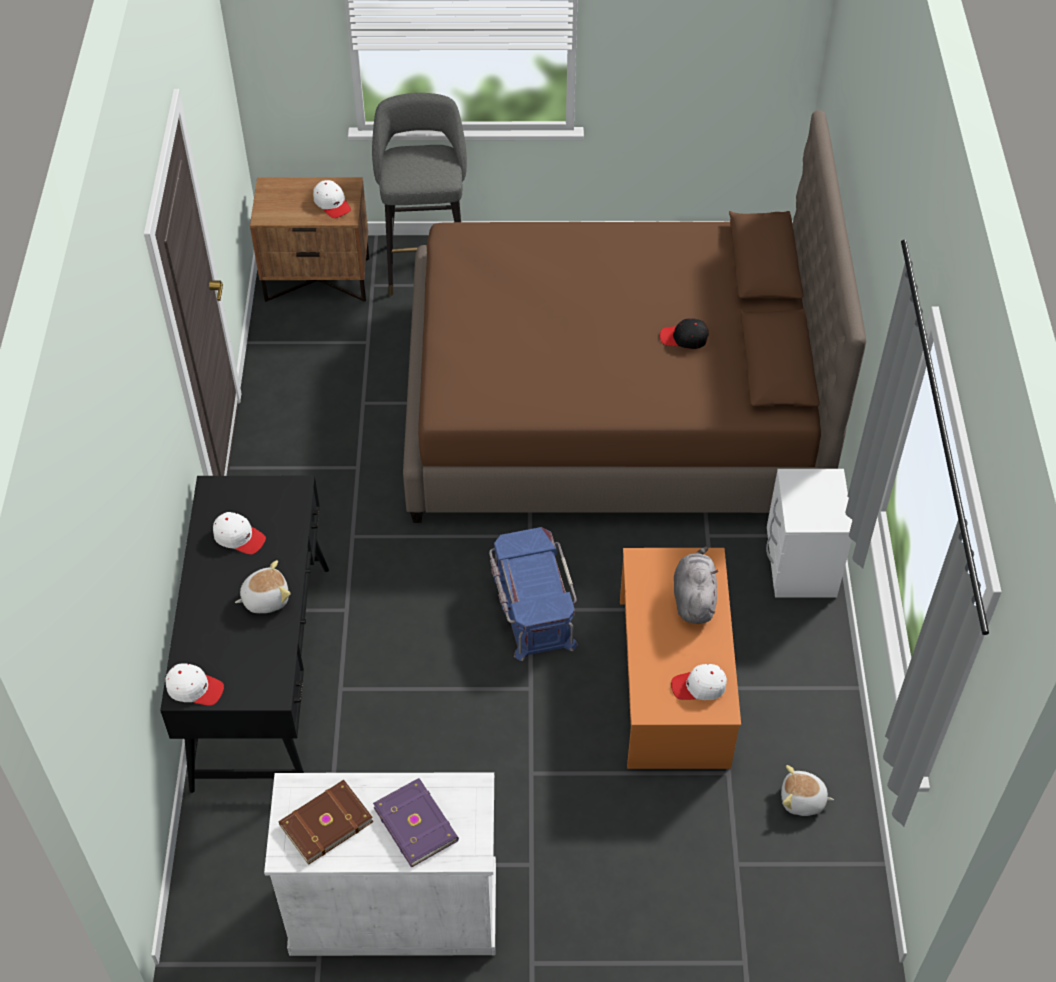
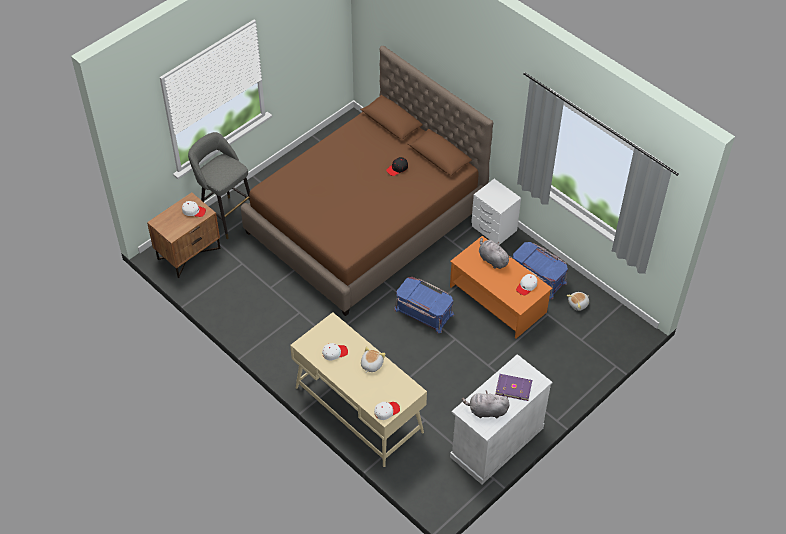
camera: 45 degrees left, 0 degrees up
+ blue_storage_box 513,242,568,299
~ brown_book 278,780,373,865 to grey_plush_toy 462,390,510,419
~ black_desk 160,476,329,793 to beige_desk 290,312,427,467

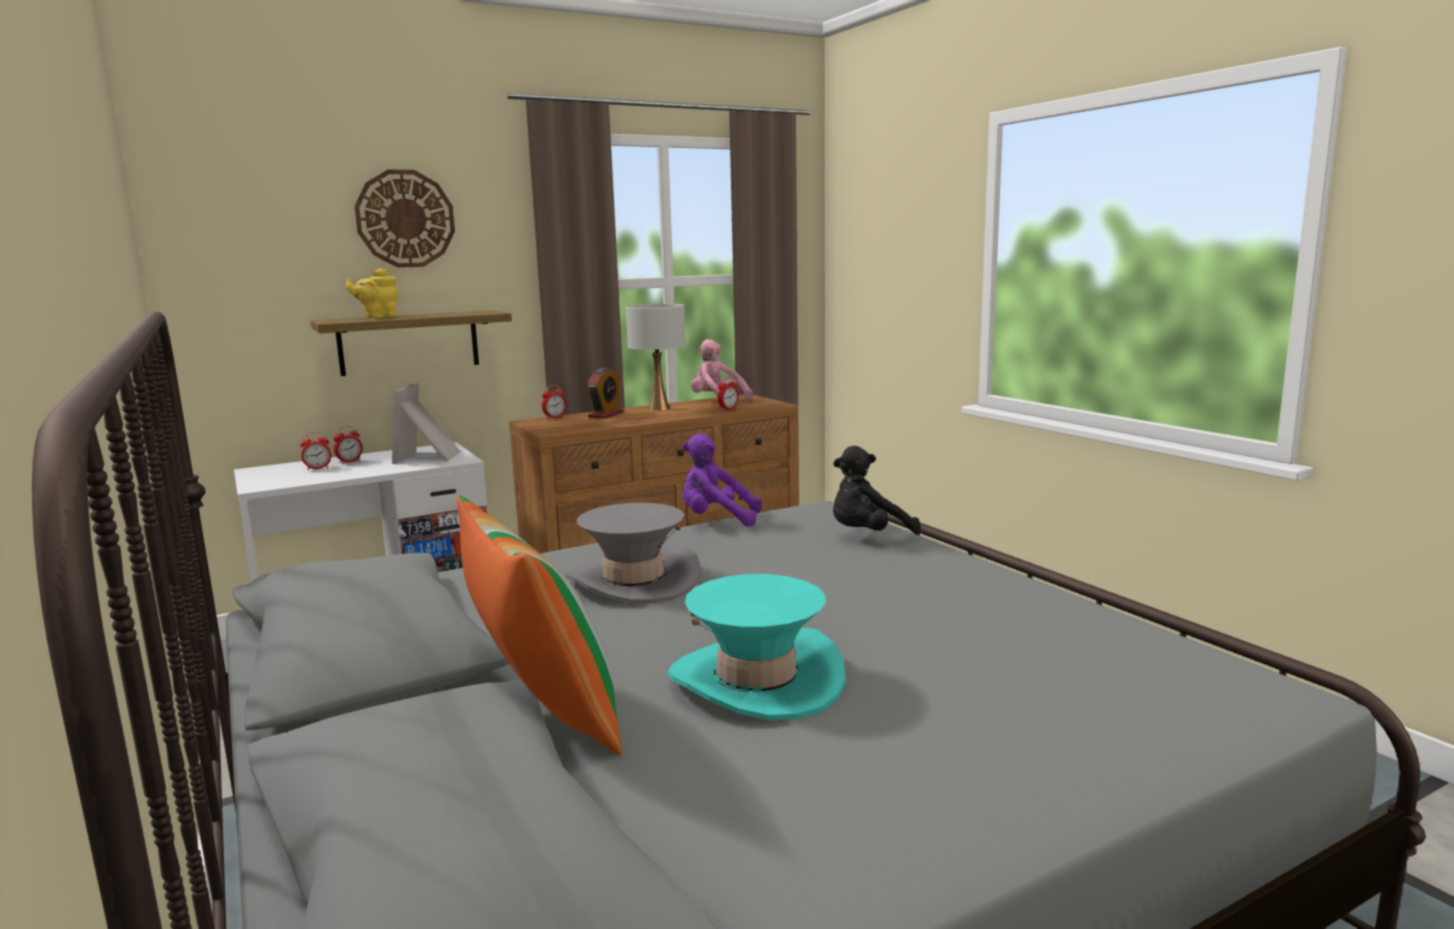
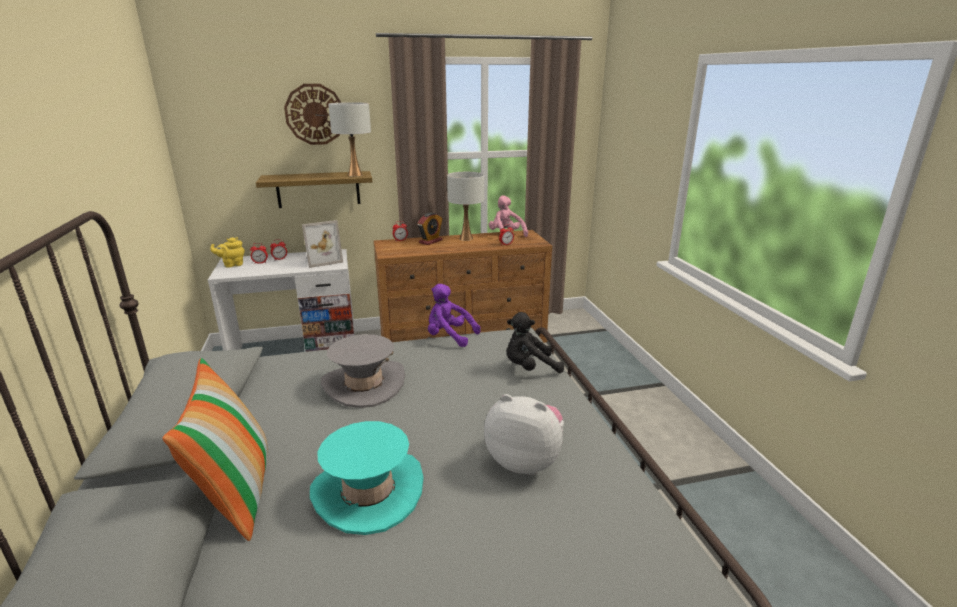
camera: 15 degrees right, 10 degrees up
+ white_table_lamp 328,102,371,177
+ plush_toy 484,394,564,475
~ yellow_teapot 346,268,398,318 to 210,237,245,268
~ picture_frame 392,383,461,464 = 302,220,343,268 135 degrees counterclockwise

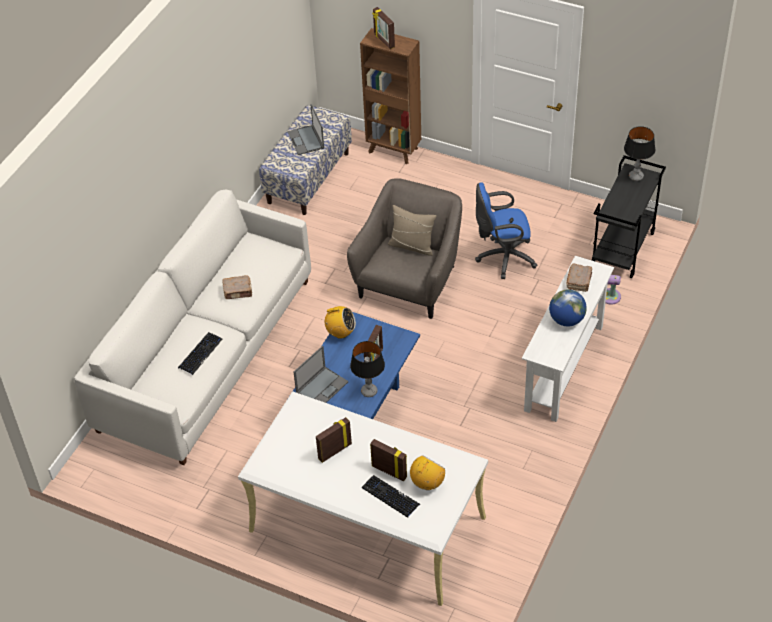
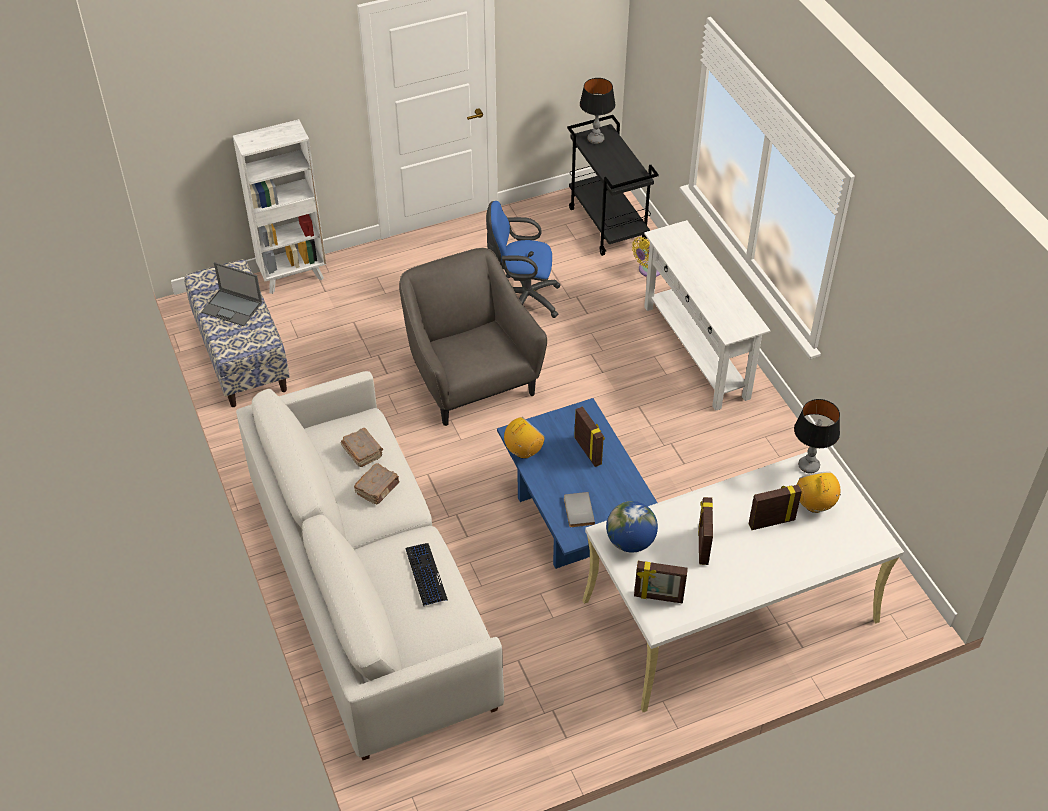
camera: 50 degrees left, 0 degrees up
- keyboard 362,475,420,518
- beige_pillow 388,205,436,256
~ table_lamp 350,341,385,397 to 794,399,840,474
~ picture_frame 372,7,395,49 to 634,561,688,604
~ globe 549,289,587,326 to 606,501,658,553
~ brown_book 566,264,592,292 to 341,428,383,467
~ laptop 294,346,348,403 to grey_book 564,492,595,527
~ brown_bookcase 360,28,421,164 to white_bookcase 233,119,326,294
~ blue_office_chair 475,182,537,279 = 486,201,561,318 60 degrees clockwise

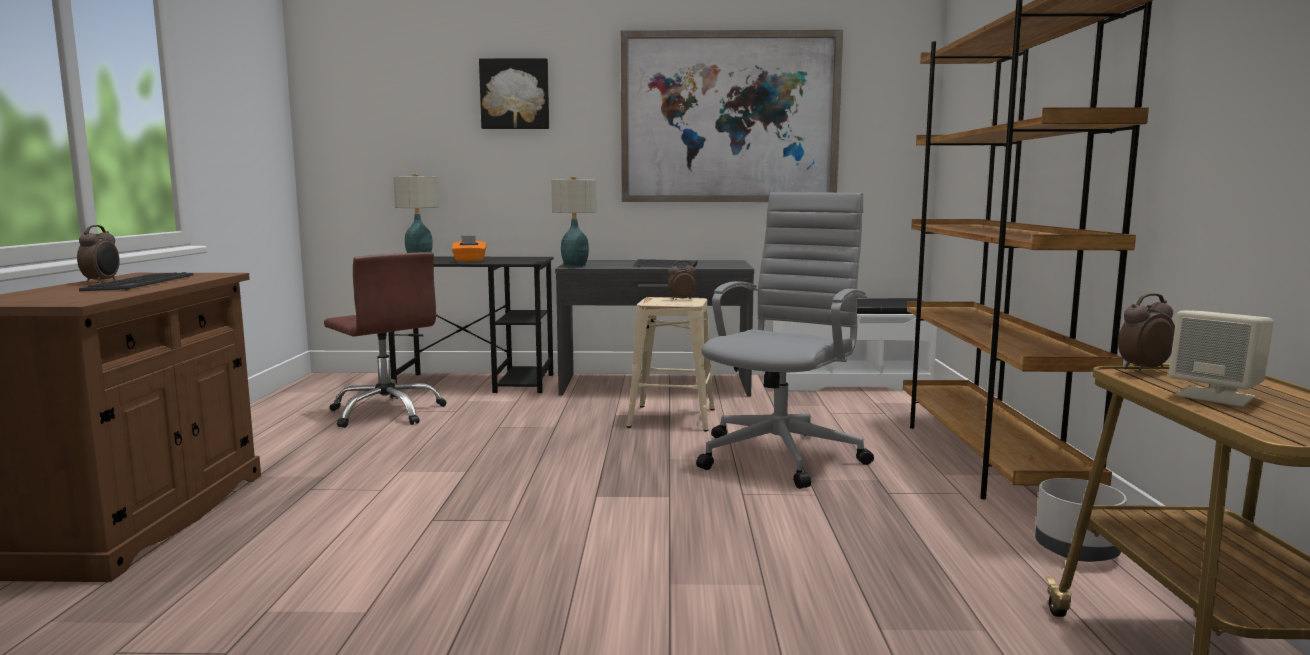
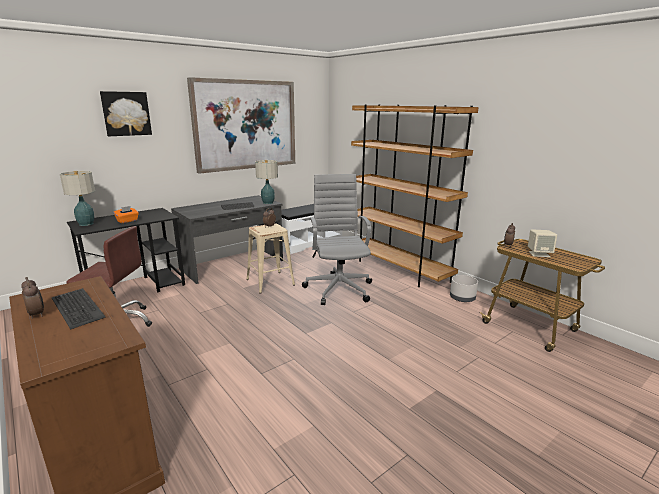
camera: 40 degrees left, 10 degrees up
~ table_lamp 551,177,596,268 to 255,160,278,204

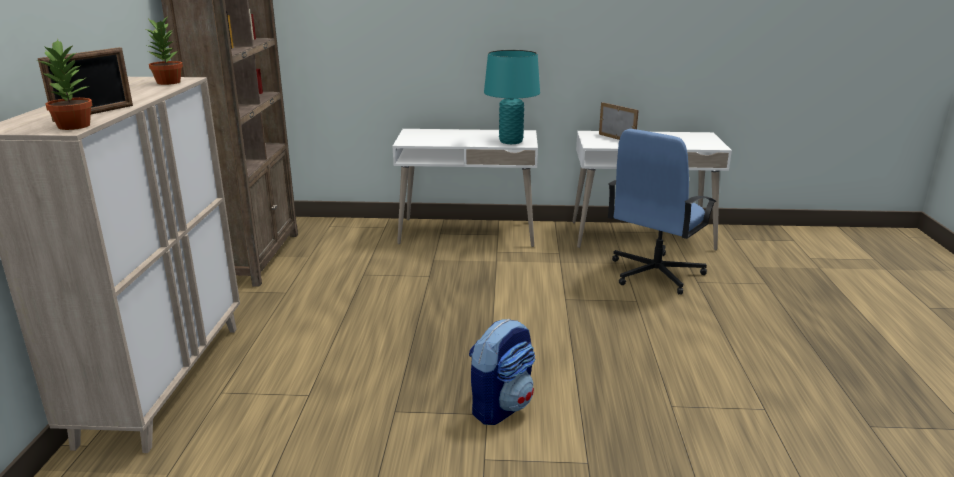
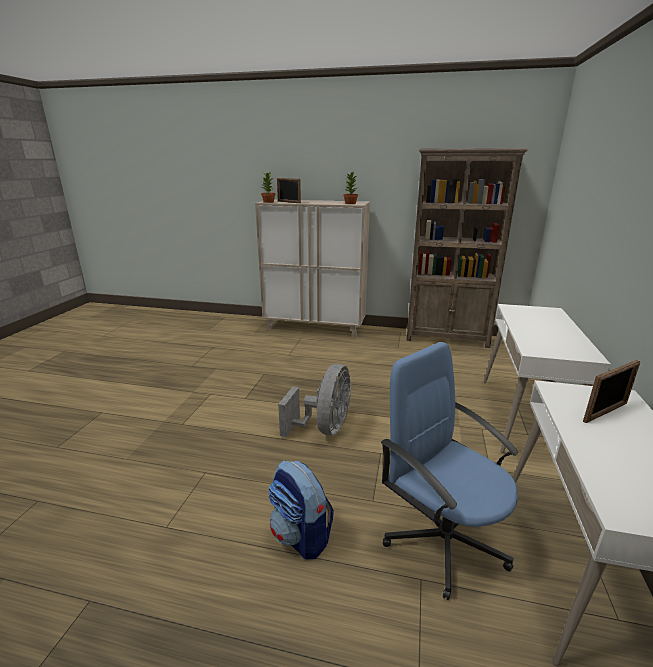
camera: 100 degrees right, 0 degrees up
- turquoise_table_lamp 484,50,540,144
+ grey_fan 278,364,351,437
~ backpack 469,319,535,425 to 268,460,334,560

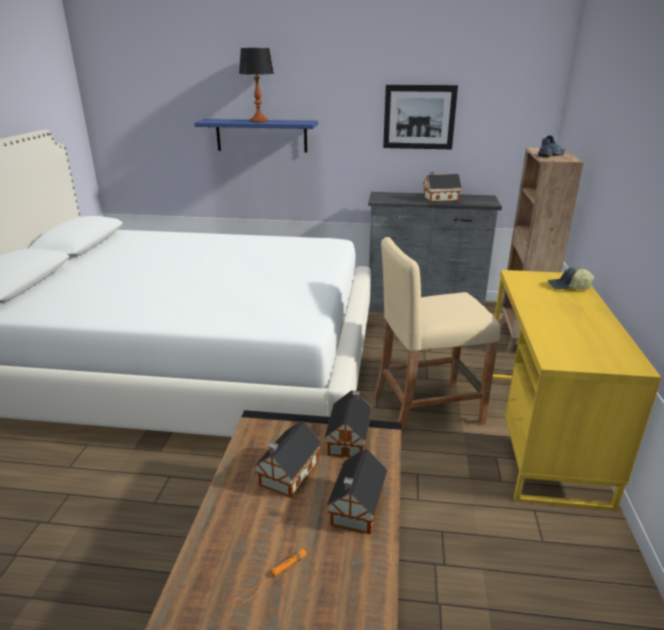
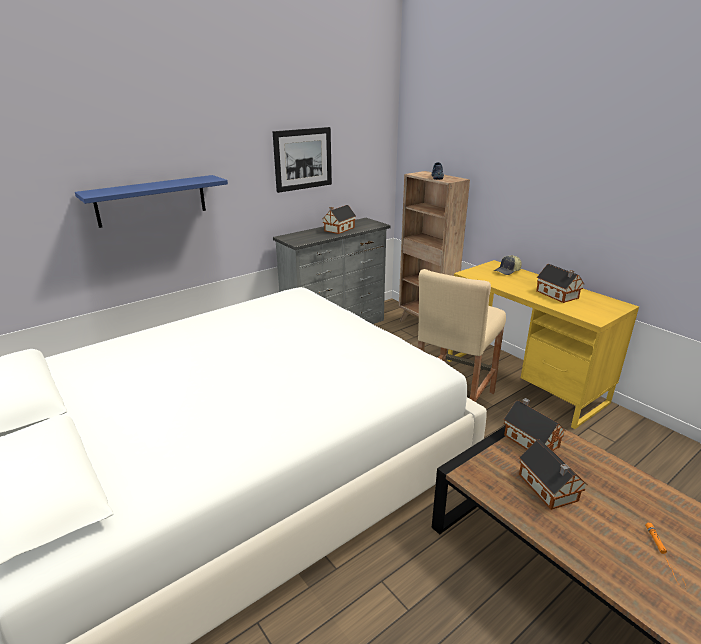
camera: 45 degrees left, 0 degrees up
- table_lamp 239,48,274,123
~ toy_house 326,449,388,534 to 536,264,585,303

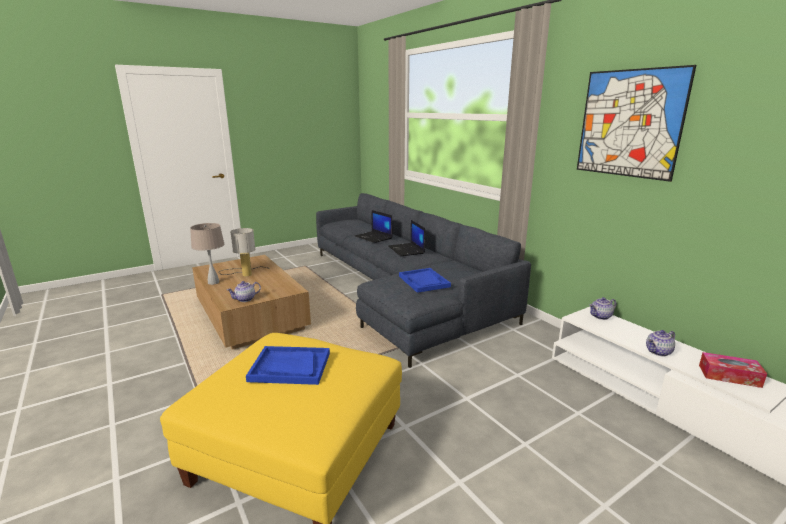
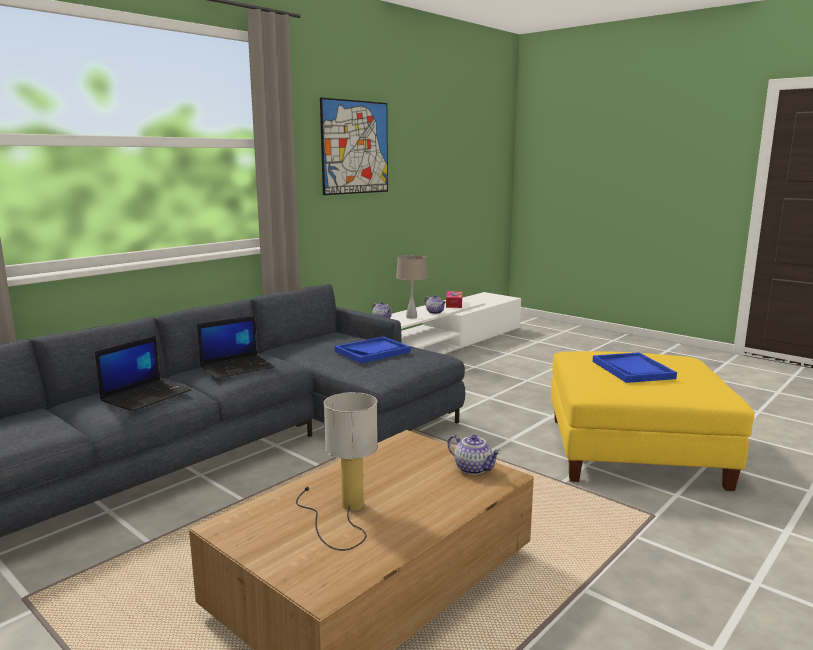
camera: 105 degrees left, 5 degrees down
~ beige_table_lamp 190,223,224,285 to 396,255,428,319

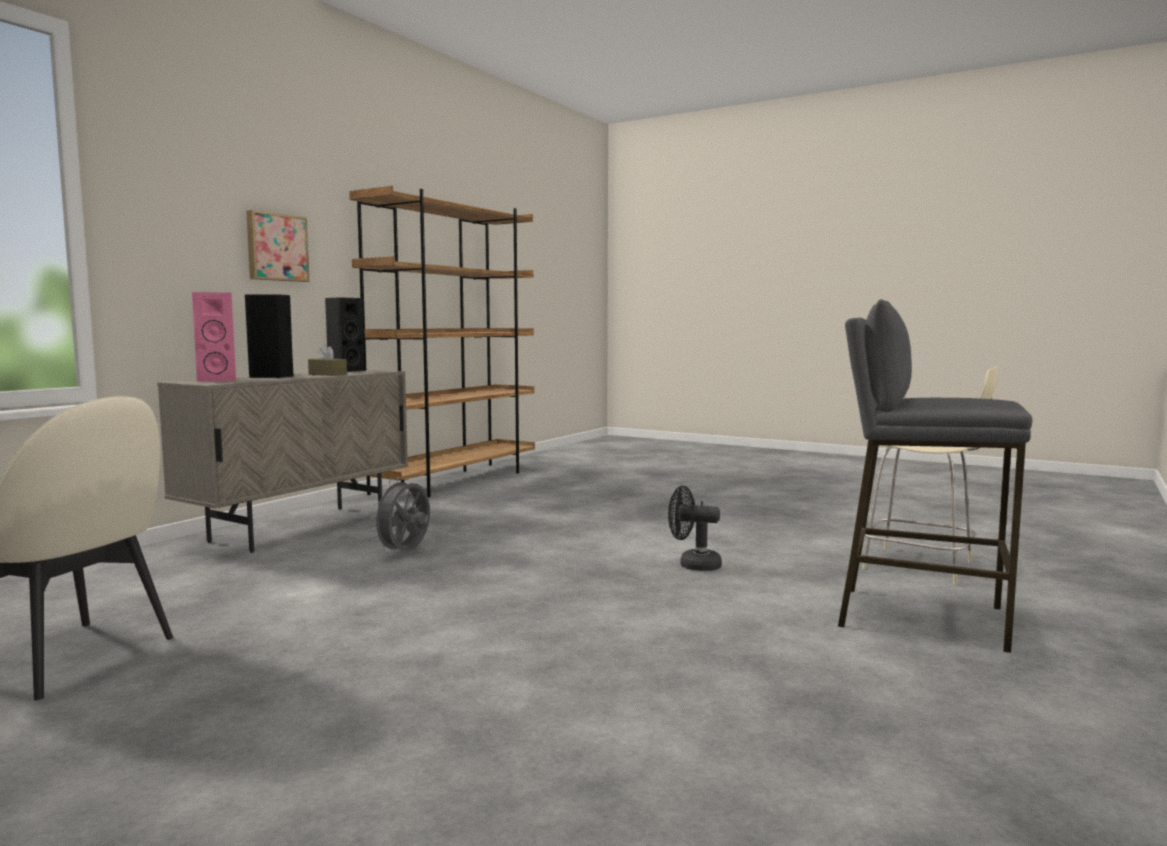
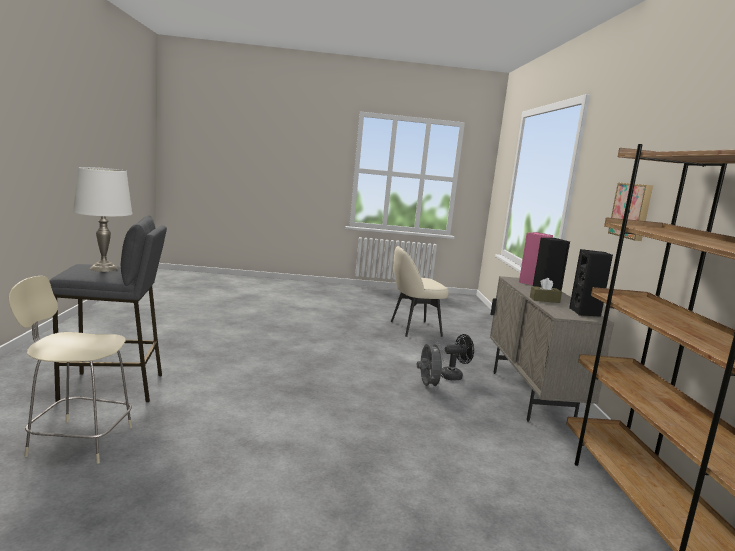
camera: 145 degrees right, 5 degrees up
+ white_table_lamp 73,167,132,272
~ black_fan 668,486,722,571 to 441,334,474,380

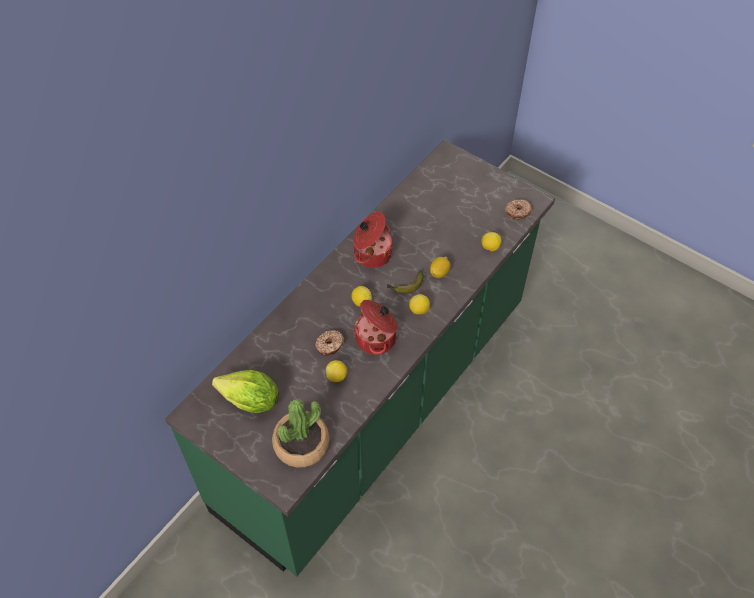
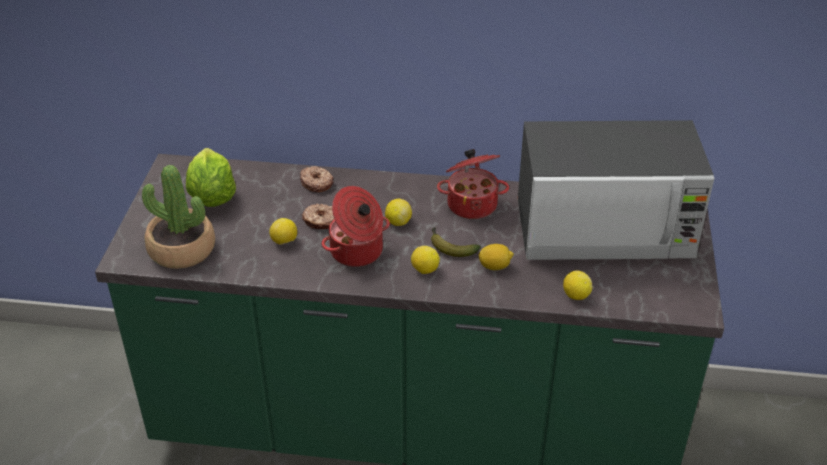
camera: 60 degrees right, 15 degrees down
+ microwave 518,120,714,260
~ donut 505,199,532,220 to 300,166,334,192

